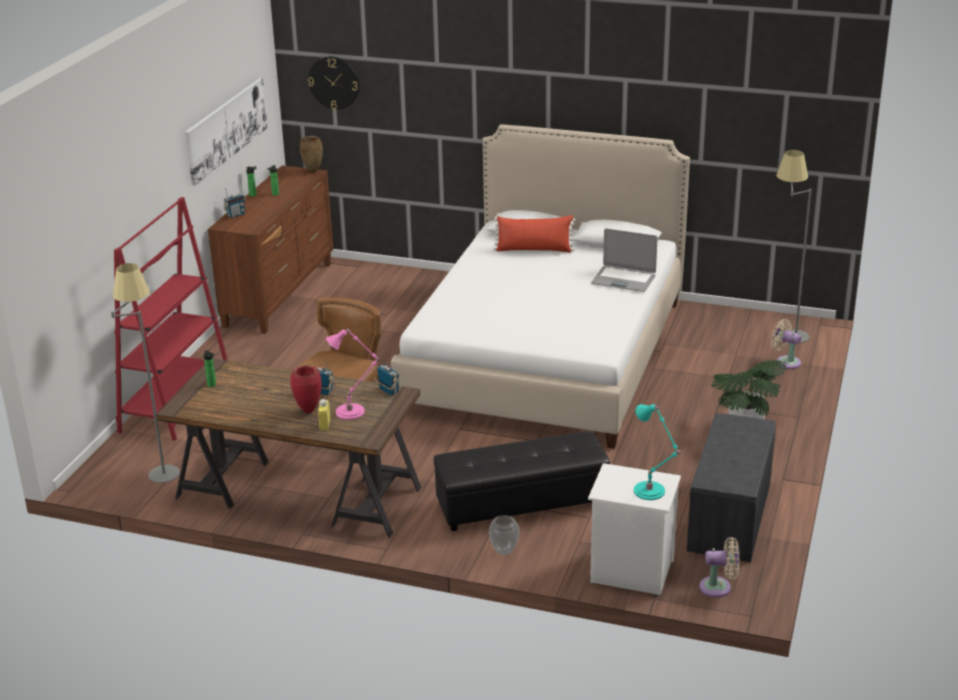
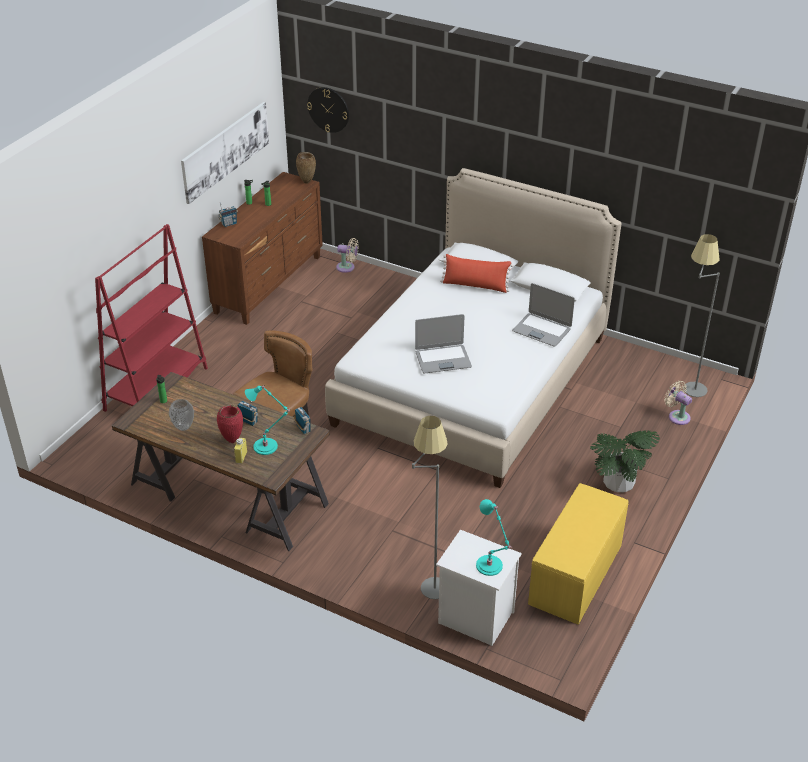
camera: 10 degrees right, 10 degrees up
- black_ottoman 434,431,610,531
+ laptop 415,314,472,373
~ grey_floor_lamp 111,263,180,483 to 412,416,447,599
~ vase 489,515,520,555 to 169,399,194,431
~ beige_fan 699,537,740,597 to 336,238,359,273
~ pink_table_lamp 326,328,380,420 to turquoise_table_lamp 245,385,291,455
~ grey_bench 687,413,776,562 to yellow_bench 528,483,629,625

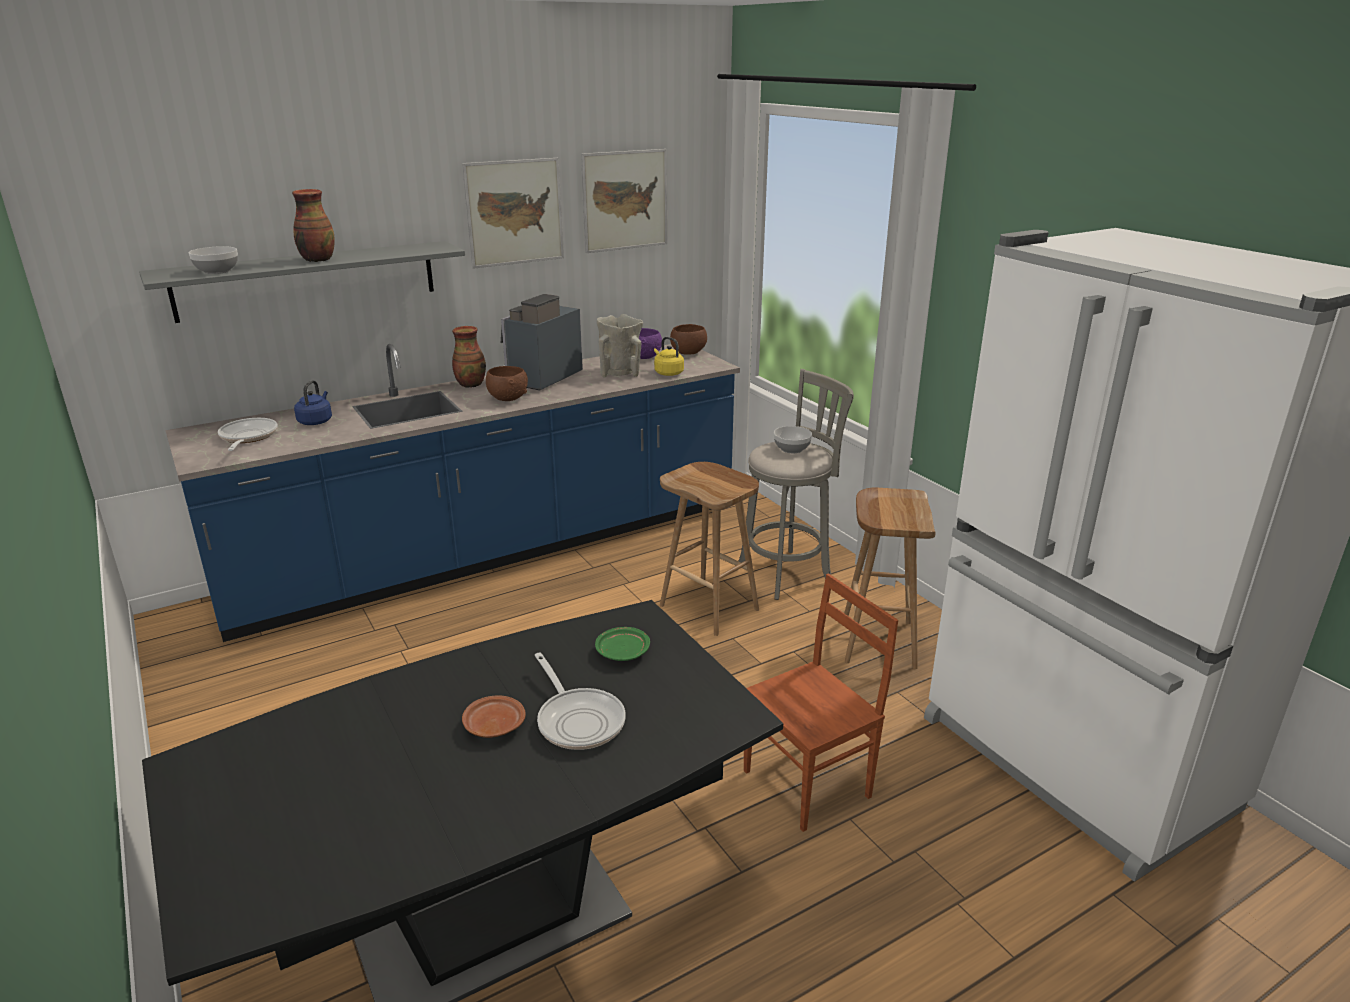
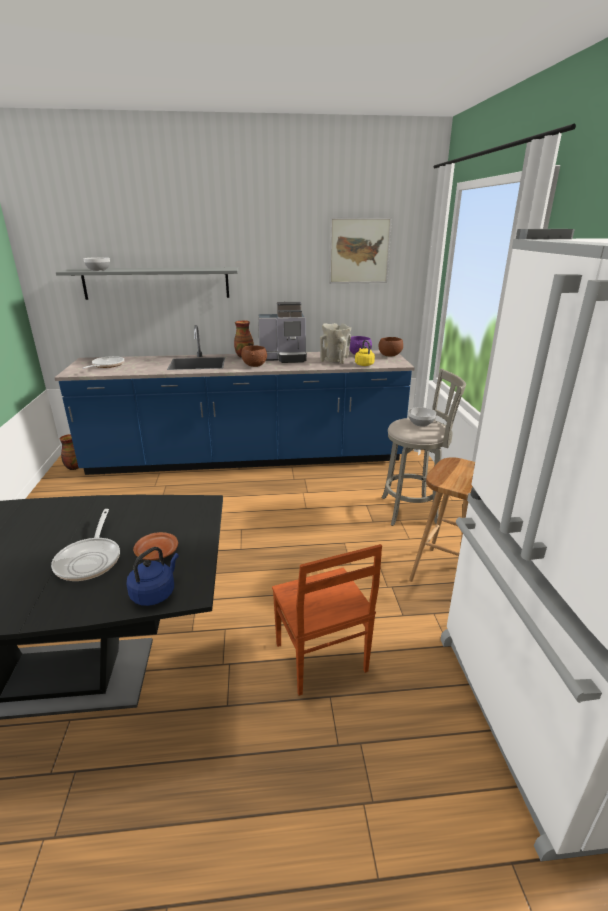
camera: 25 degrees right, 0 degrees up
- picture 462,158,564,269
- green_plate 595,627,650,661
- brown_stool 660,462,759,636
~ vase 292,189,335,262 to 60,434,79,470
~ blue_kettle 294,380,332,425 to 126,547,179,606
~ brown_plate 462,696,526,738 to 133,532,178,560
~ coffee_machine 501,294,583,391 = 258,302,307,363 150 degrees counterclockwise
~ brown_chair 744,574,898,832 = 272,544,382,696 75 degrees clockwise

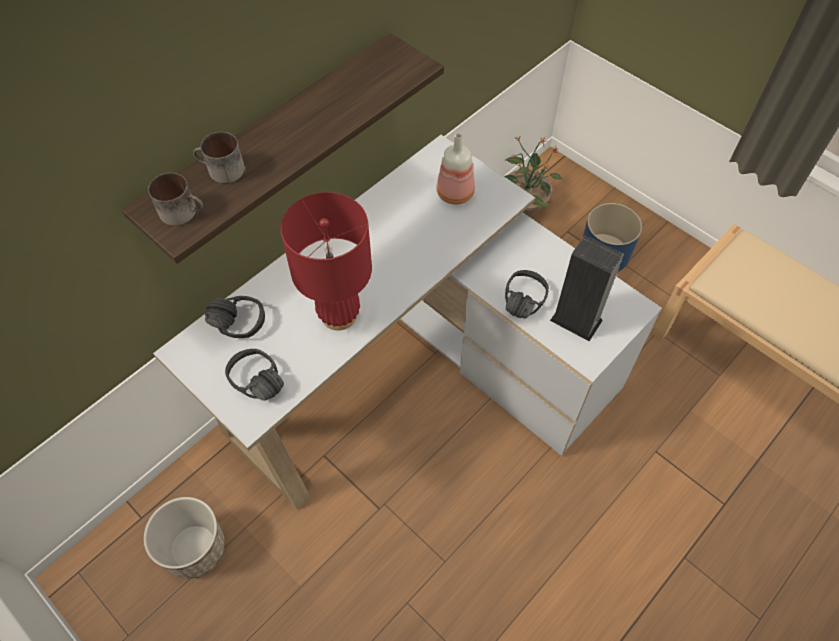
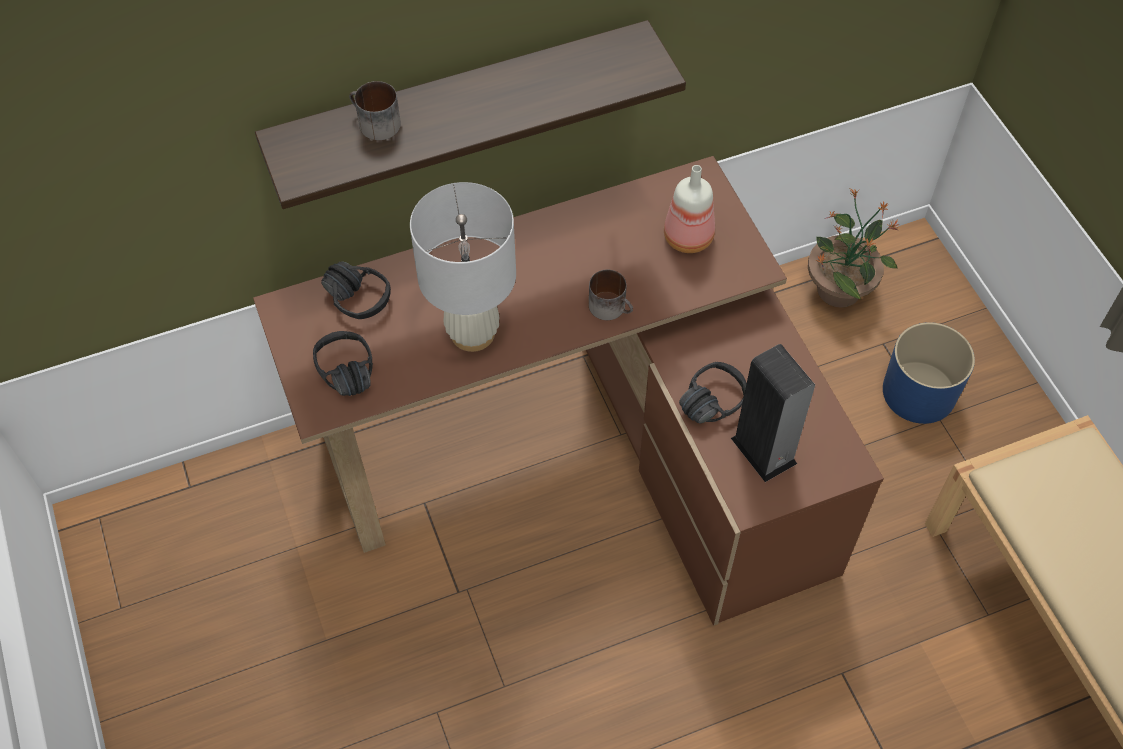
camera: 25 degrees right, 0 degrees up
- planter 144,497,225,579
~ mug 148,173,203,226 to 589,270,633,320
~ white_desk 153,135,662,510 to brown_desk 253,156,884,626
~ red_table_lamp 280,192,372,331 to white_table_lamp 410,182,516,352

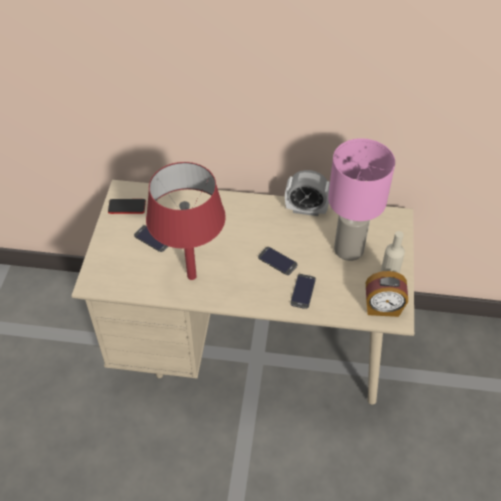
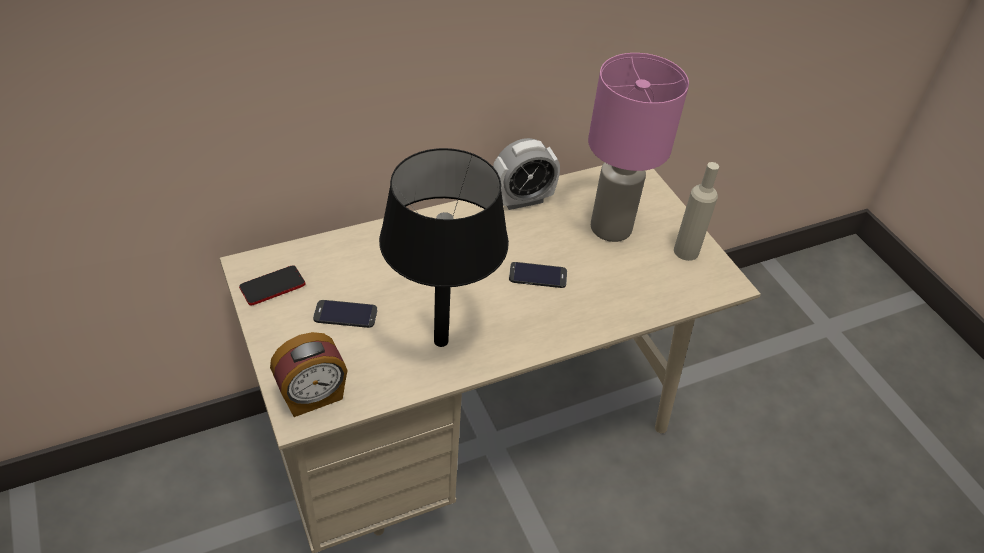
camera: 35 degrees left, 5 degrees down
- phone 290,274,316,309
~ alarm_clock 366,271,408,317 to 270,332,348,417
~ red_table_lamp 146,162,226,280 to black_table_lamp 379,148,509,347

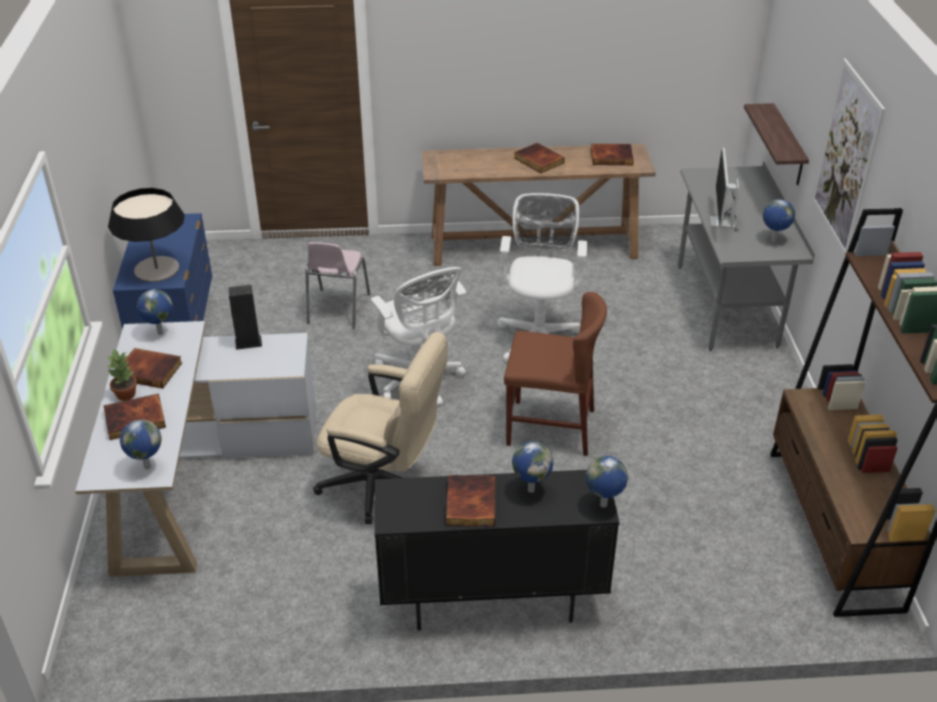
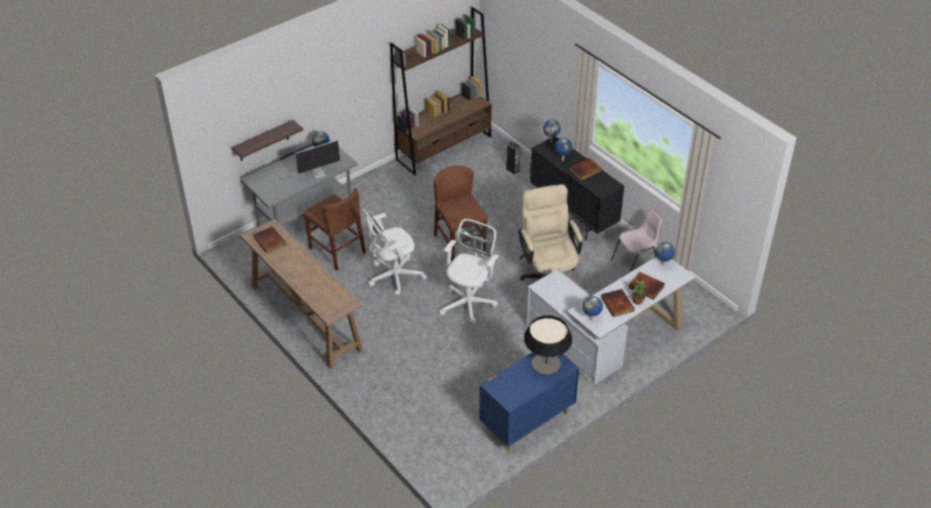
camera: 125 degrees left, 5 degrees up
- book 514,143,565,174
- picture 812,58,885,256
+ brown_chair 303,188,366,271
~ speaker 228,285,262,350 to 506,141,520,174
~ pink_chair 306,242,370,329 to 611,210,662,272

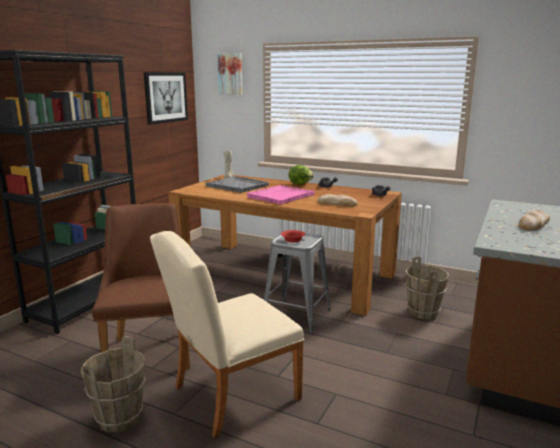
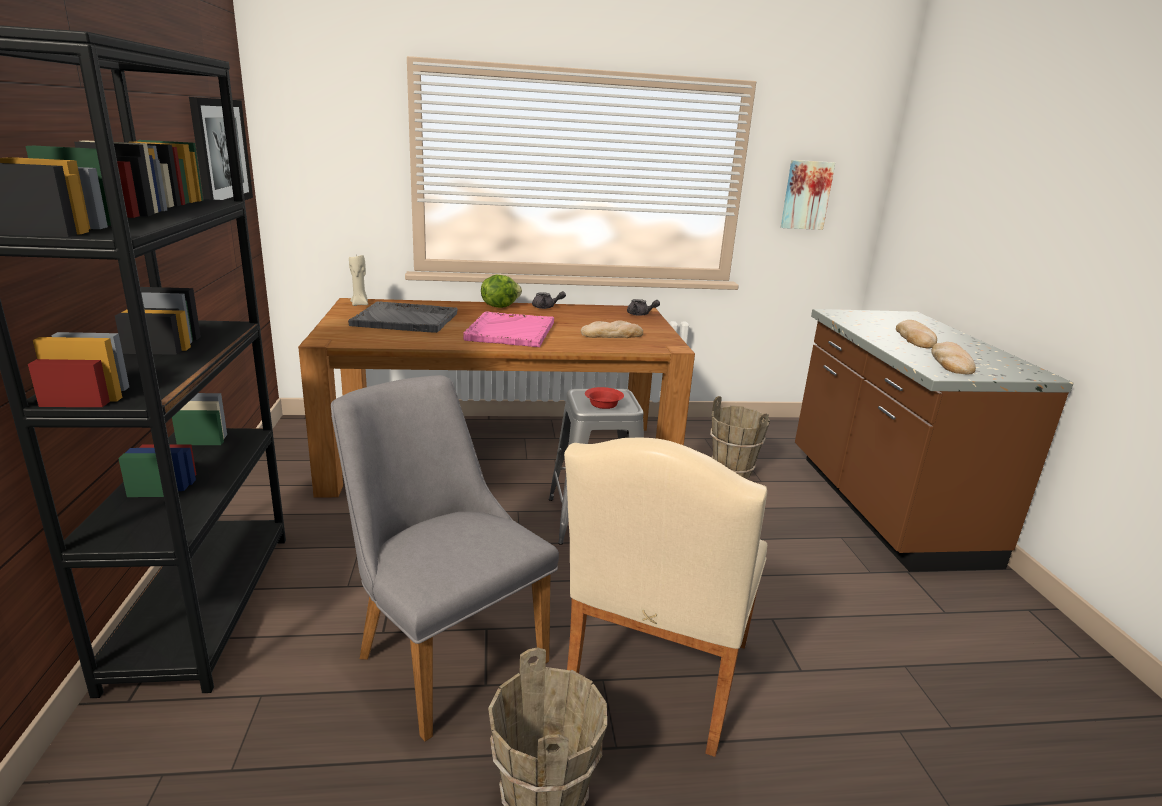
camera: 35 degrees left, 5 degrees up
+ bread 931,342,976,374
~ picture 218,53,243,95 to 781,160,835,230
~ brown_chair 92,203,190,370 to grey_chair 331,375,559,741

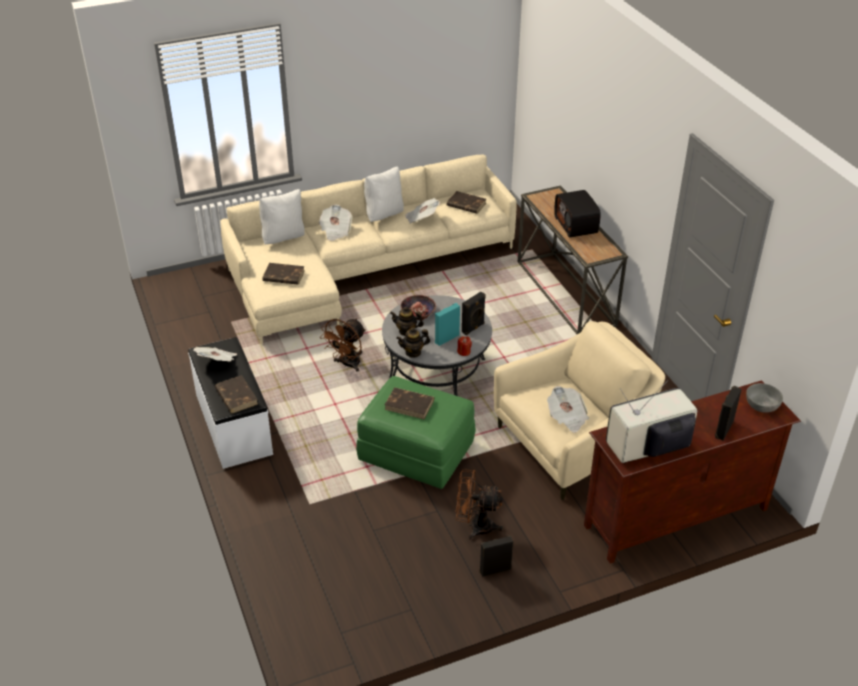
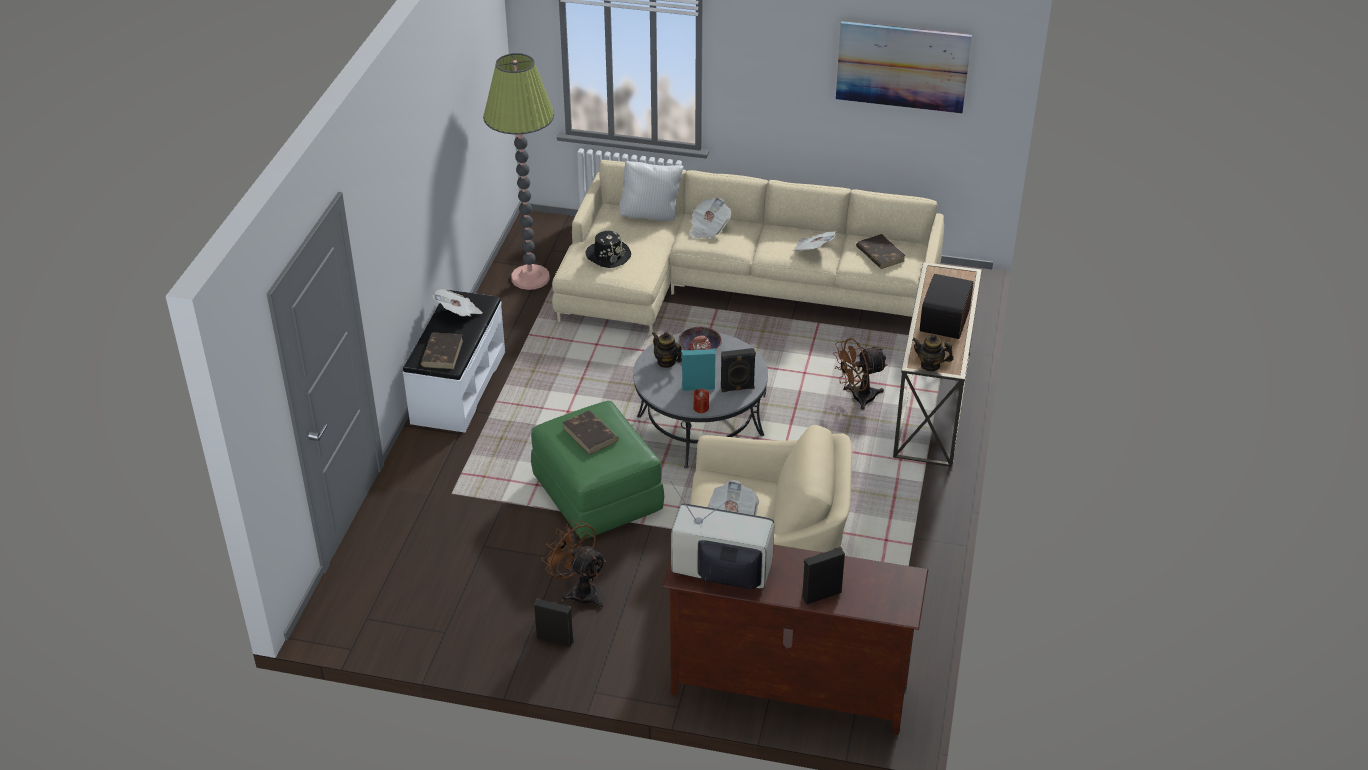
camera: 35 degrees right, 0 degrees up
- white_pillow 364,166,404,222
- grey_bowl 746,383,783,413
+ floor_lamp 483,53,554,290
+ picture 836,21,972,113
~ brown_fan 320,318,366,372 to 833,338,888,410
~ teapot 396,328,430,358 to 912,334,954,371
~ brown_book 263,263,305,285 to black_hat 585,231,631,268

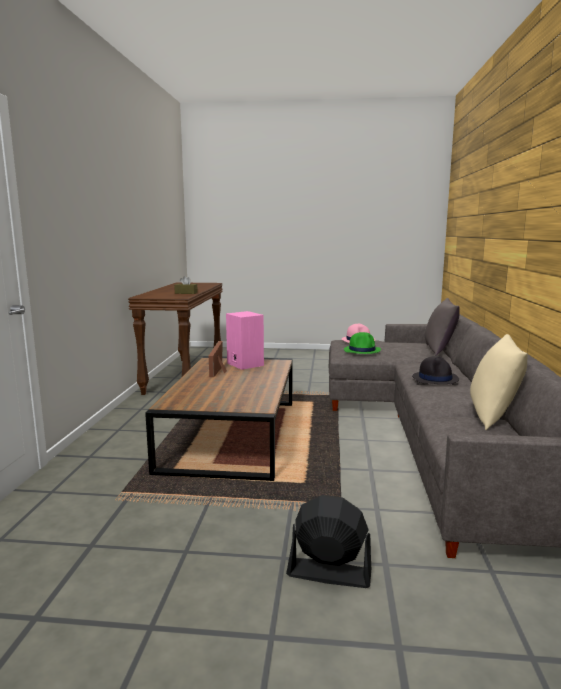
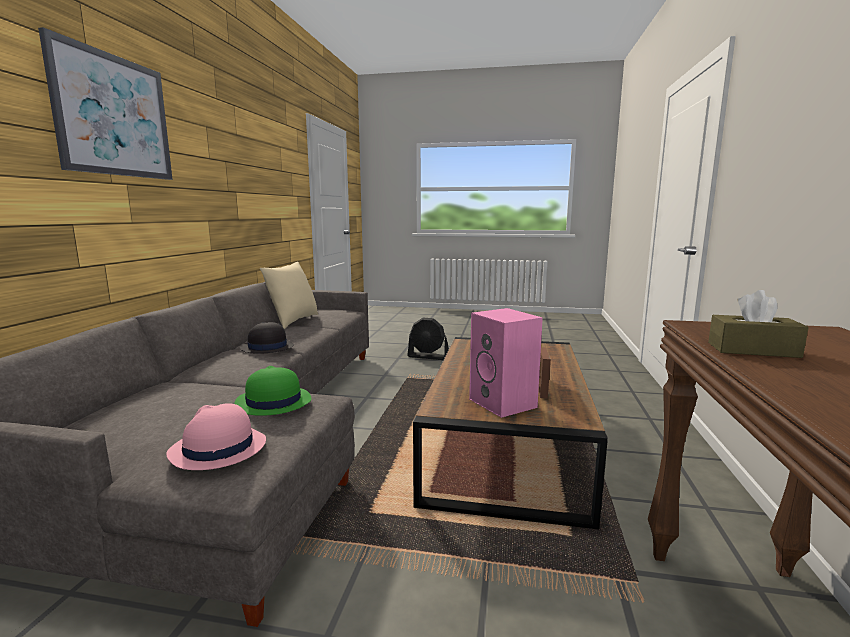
camera: 175 degrees left, 0 degrees up
- grey_pillow 425,298,460,356
+ picture 38,27,173,180

